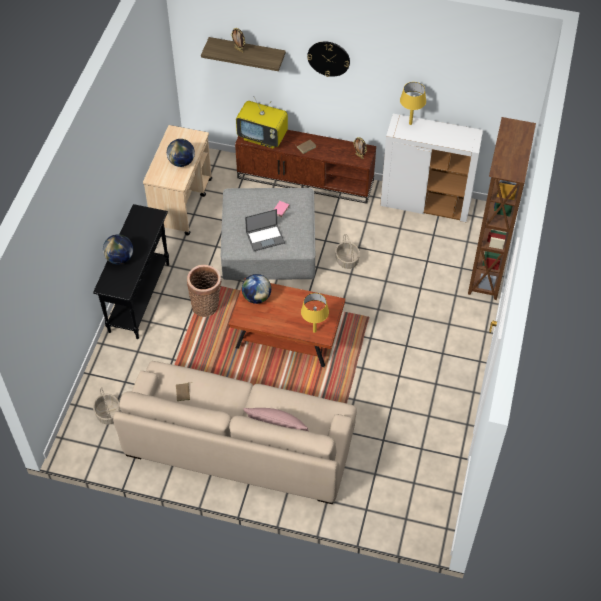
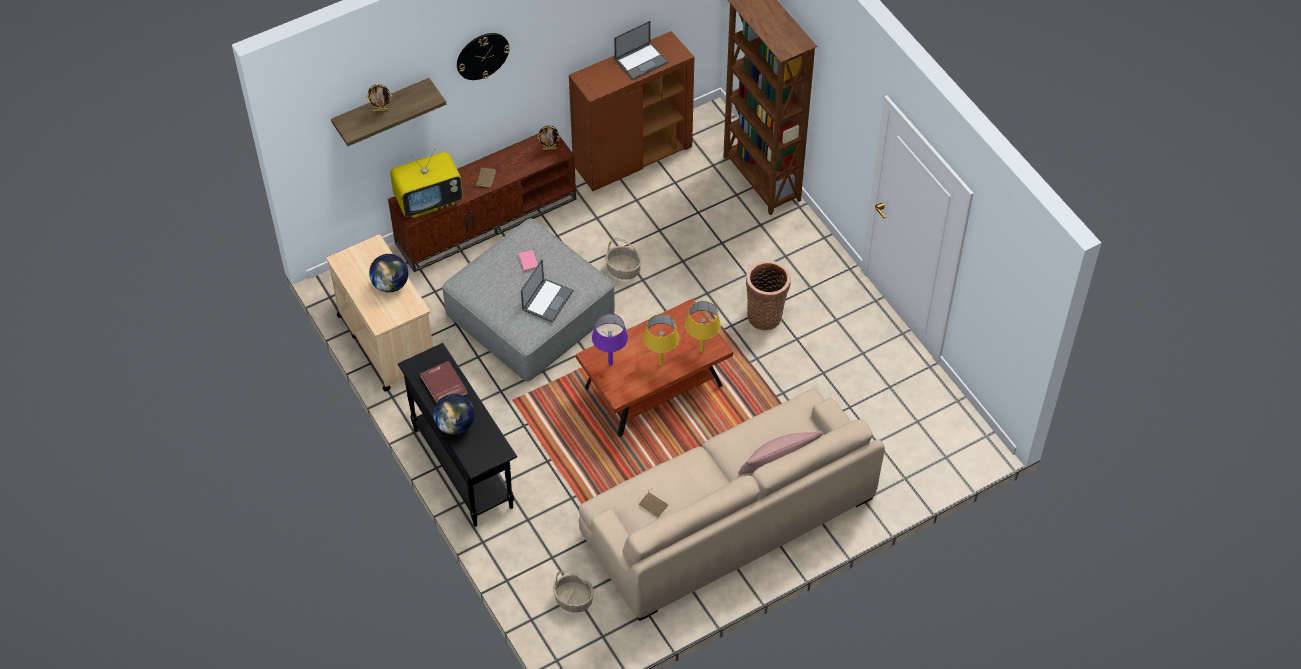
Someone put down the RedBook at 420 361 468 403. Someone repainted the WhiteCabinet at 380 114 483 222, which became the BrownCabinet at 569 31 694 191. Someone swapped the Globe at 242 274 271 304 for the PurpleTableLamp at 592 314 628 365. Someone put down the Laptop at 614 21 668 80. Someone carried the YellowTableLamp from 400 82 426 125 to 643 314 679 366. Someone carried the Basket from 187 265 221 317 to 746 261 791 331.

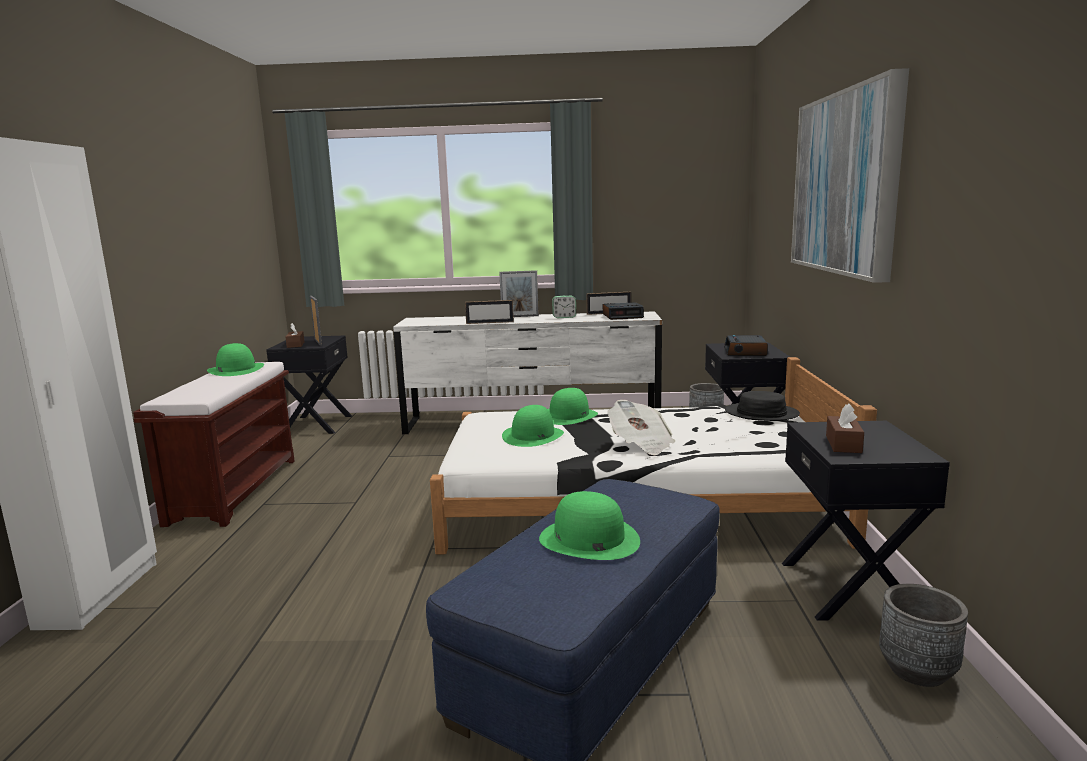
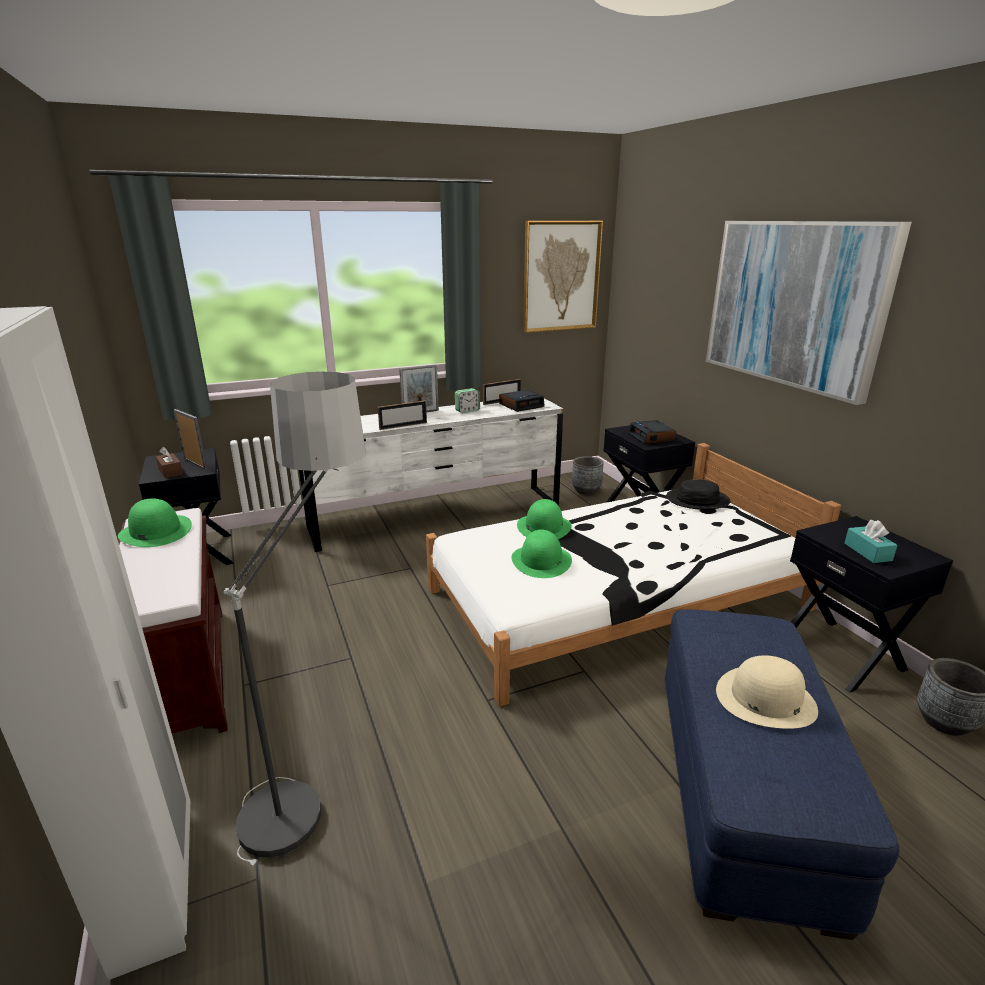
Someone put down the FloorLamp at 223 372 366 867. Someone put up the Picture at 523 221 603 333. Someone repainted the GreenHat at 539 491 640 560, which became the BeigeHat at 716 655 818 729. Someone repainted the BrownTissueBox at 826 404 864 453, which became the TurquoiseTissueBox at 844 520 898 563. Someone took away the Newspaper at 607 400 675 455.

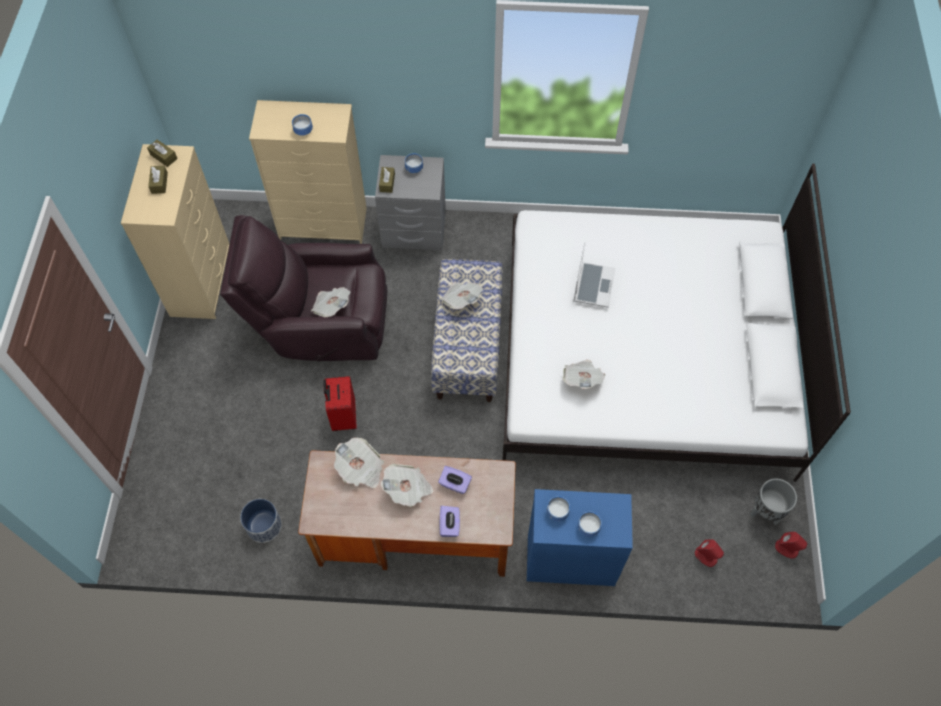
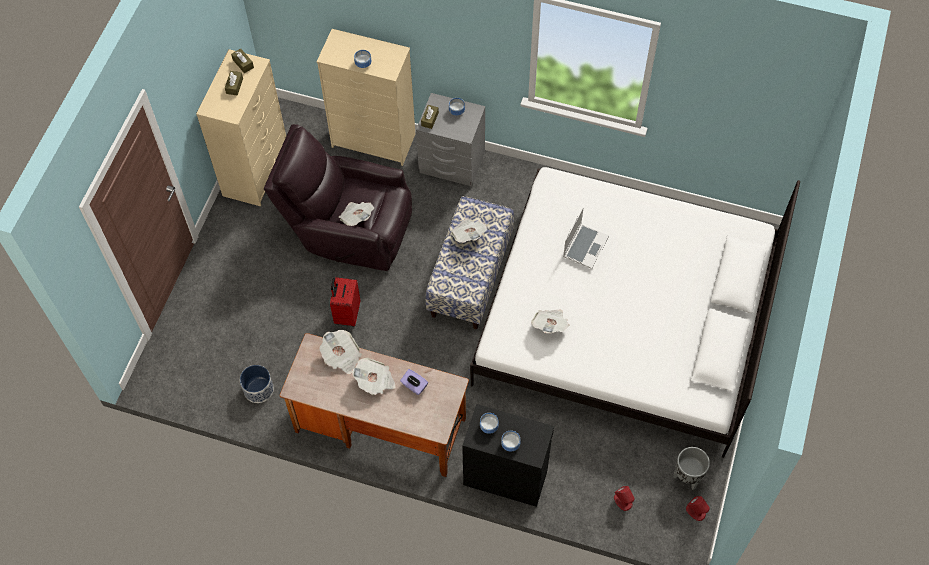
Someone repainted the BlueCabinet at 527 489 633 586, which became the BlackCabinet at 462 404 554 507. Someone took away the PurpleTissueBox at 440 506 460 537.

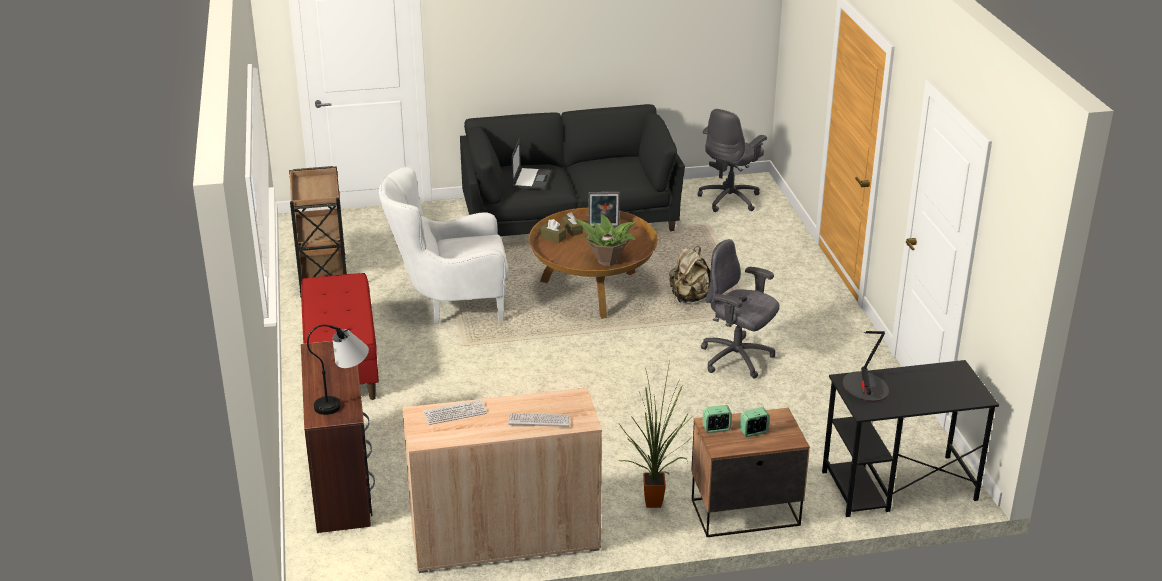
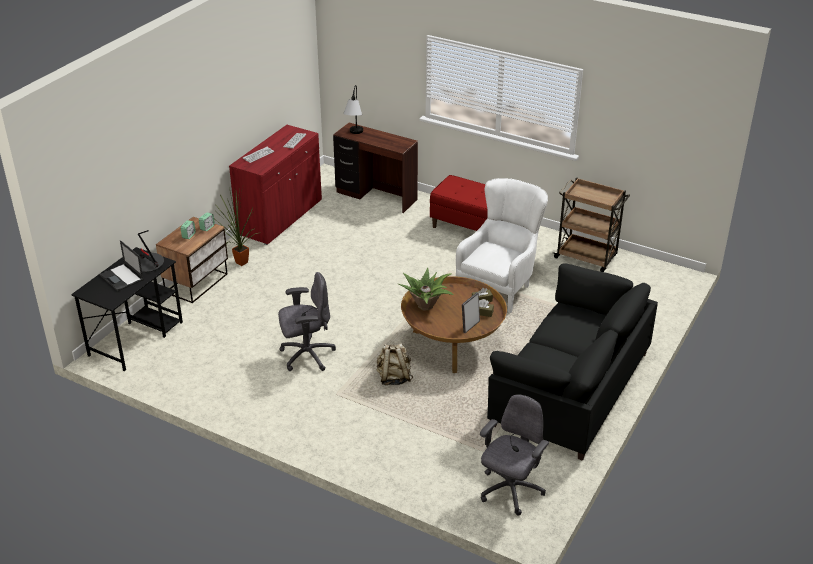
Someone carried the Laptop from 511 139 552 190 to 99 240 144 291. Someone repainted the BeigeCabinet at 402 387 602 573, which became the RedCabinet at 229 125 322 245. Someone rotated the GreyOfficeChair at 697 109 767 212 by 45 degrees clockwise.

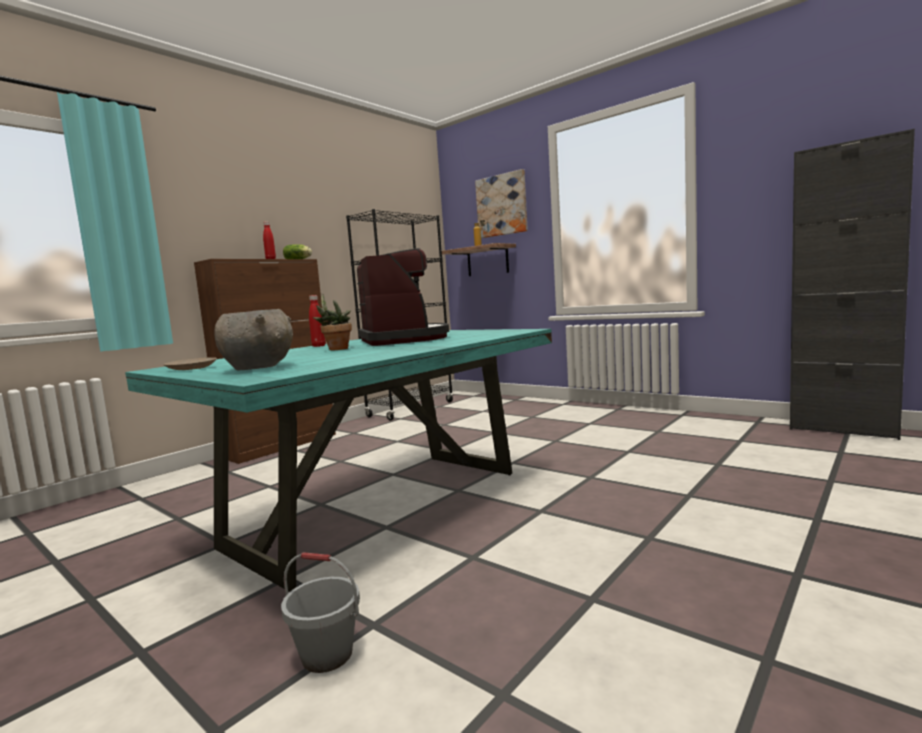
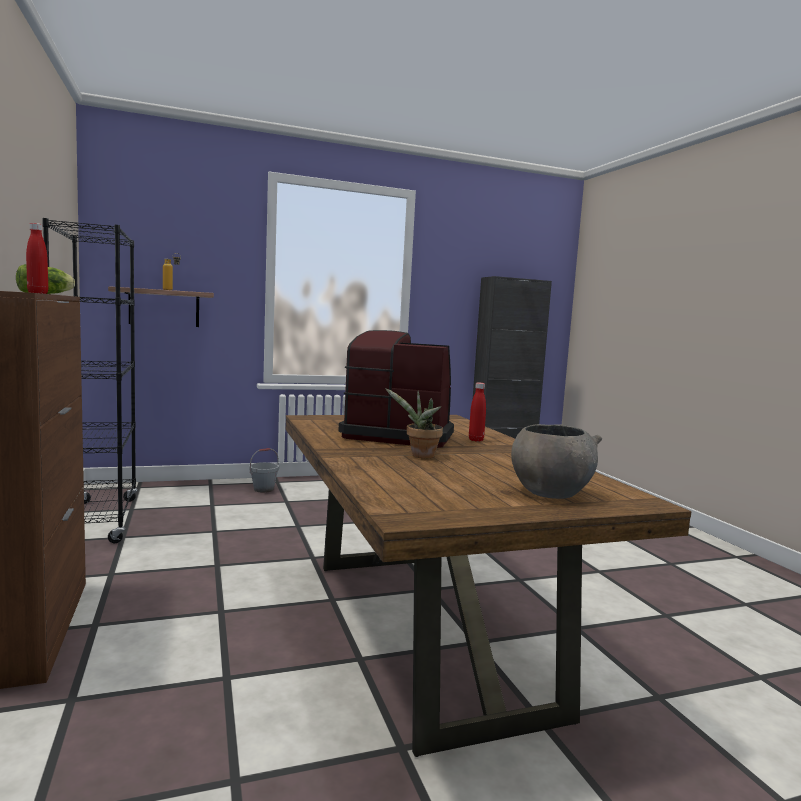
Someone carried the GreyBucket from 281 552 360 673 to 249 448 279 493. Someone repainted the TurquoiseDiningTable at 125 329 552 592, which became the BrownDiningTable at 286 415 692 757. Someone carried the RedBottle from 309 295 325 347 to 469 383 486 441. Someone took away the BeigePlate at 163 357 217 370. Someone took away the Picture at 475 169 528 238.

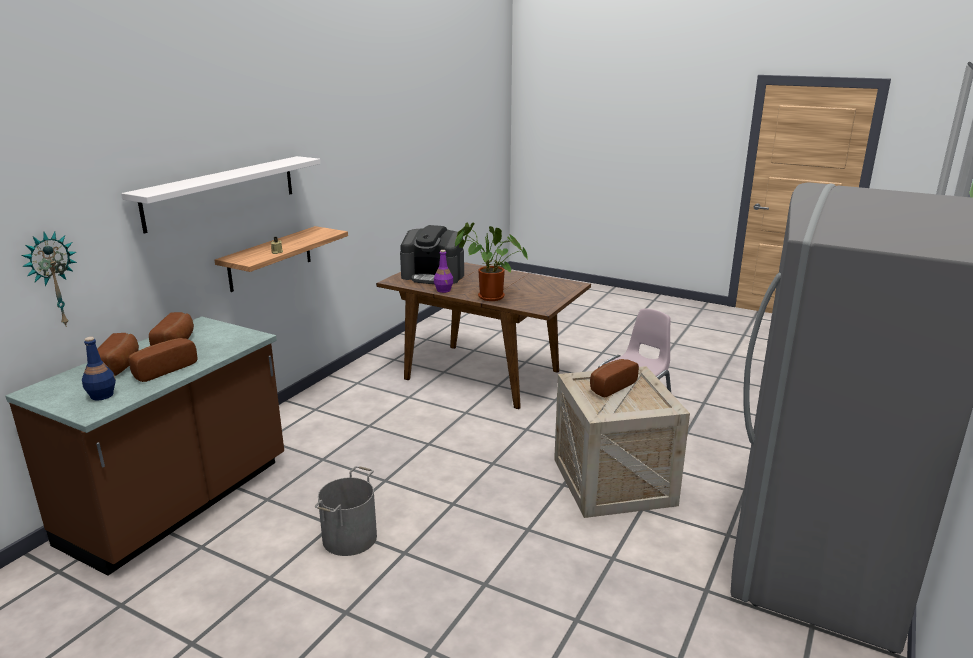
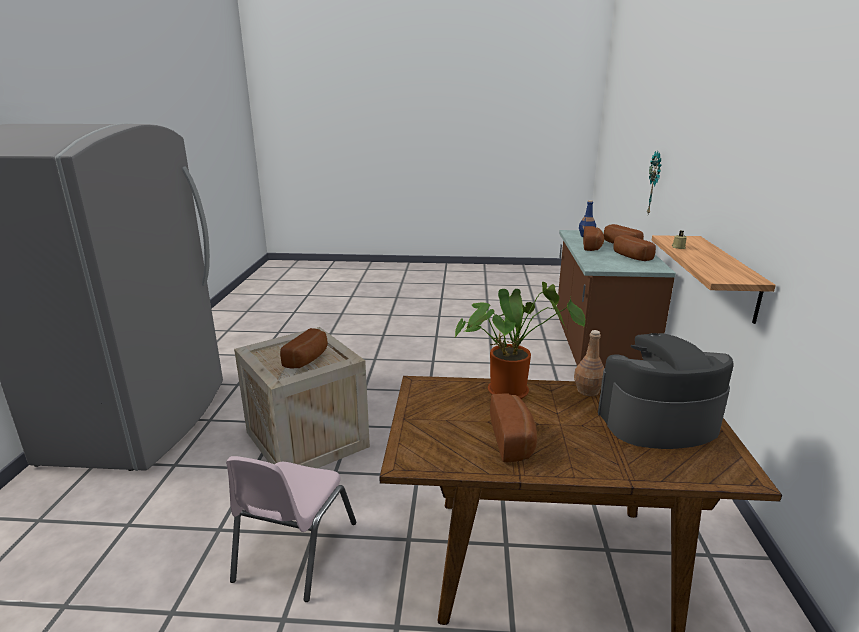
Someone put down the Bread at 490 393 537 462. Someone repainted the PurpleBottle at 434 250 453 293, which became the BrownBottle at 574 330 604 396. Someone took away the WhiteShelf at 121 156 321 233. Someone took away the GreyBucket at 315 466 377 556.

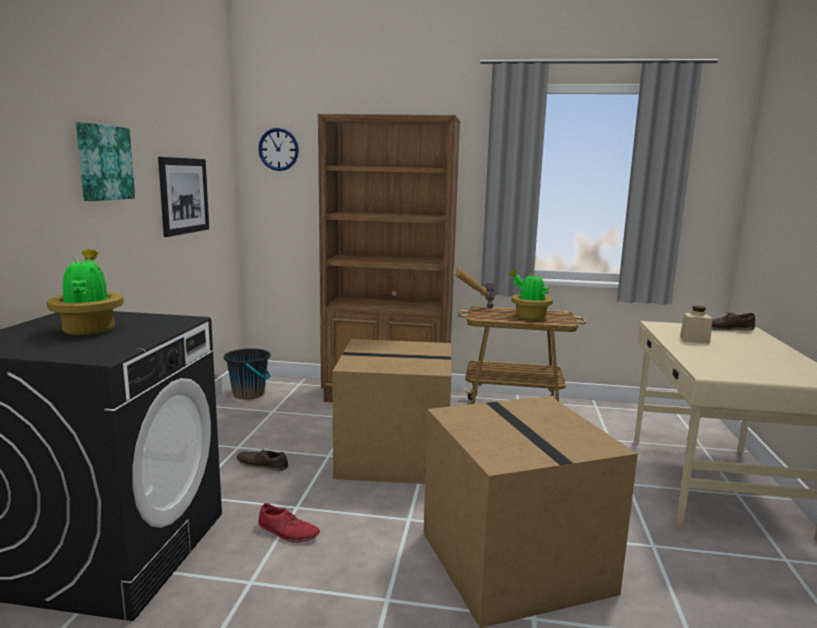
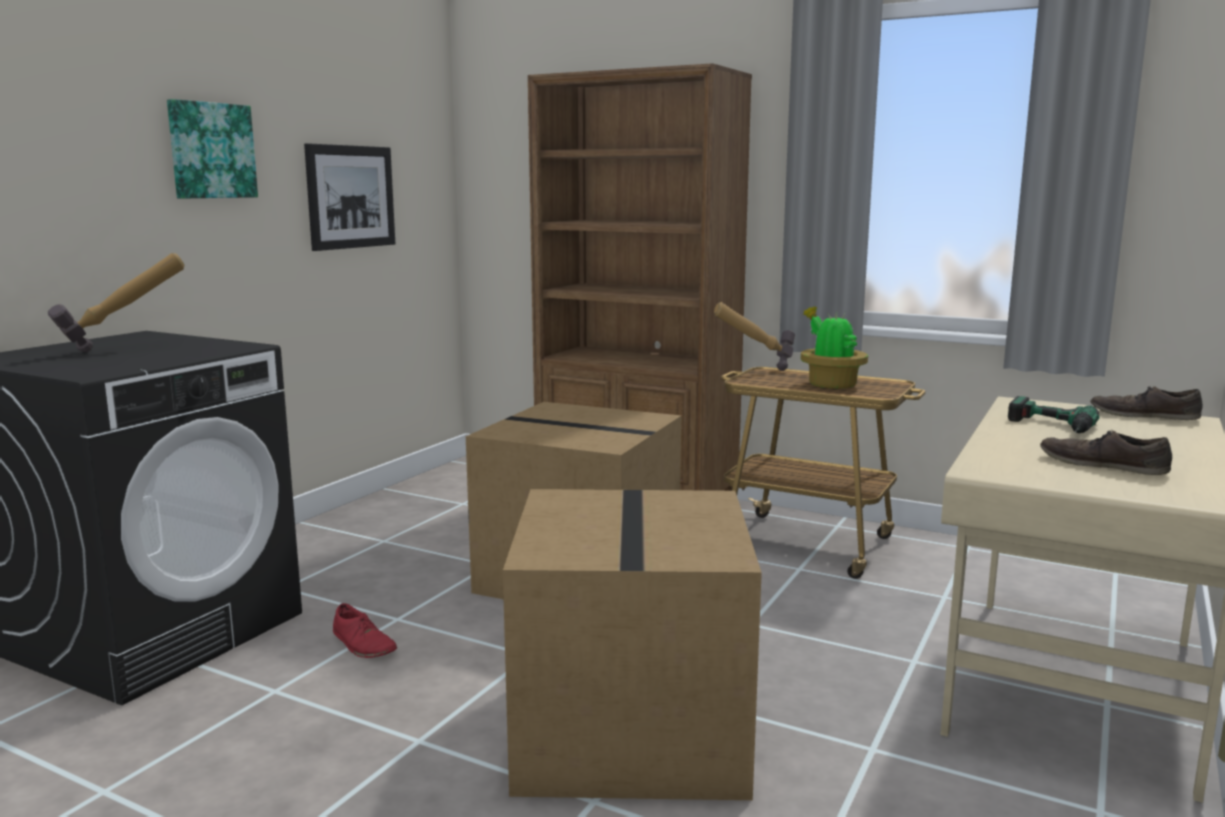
Someone swapped the PottedPlant at 47 249 124 335 for the Hammer at 48 253 184 352. Someone swapped the BeigeJar at 680 306 712 344 for the PowerDrill at 1008 396 1099 433. Someone carried the BrownShoe from 237 448 288 471 to 1040 430 1172 475. Someone took away the BlackBucket at 224 348 270 400. Someone took away the WallClock at 258 128 299 171.

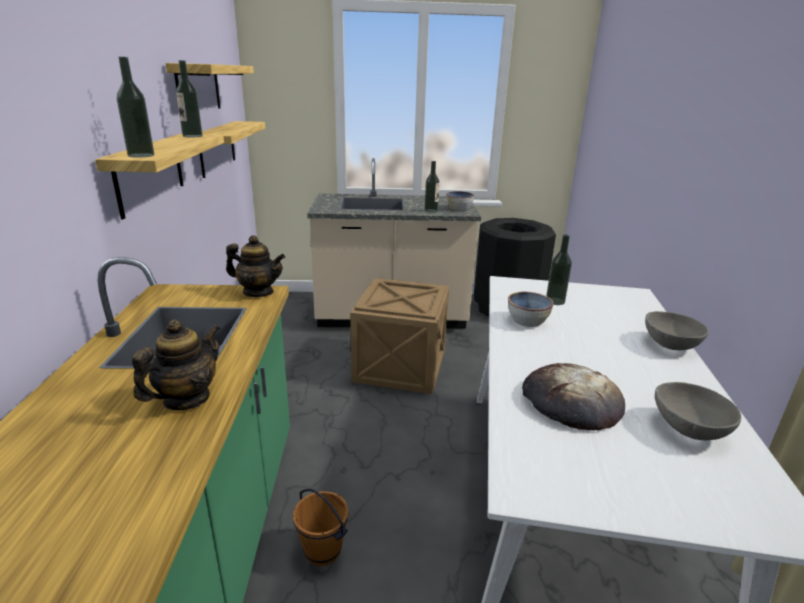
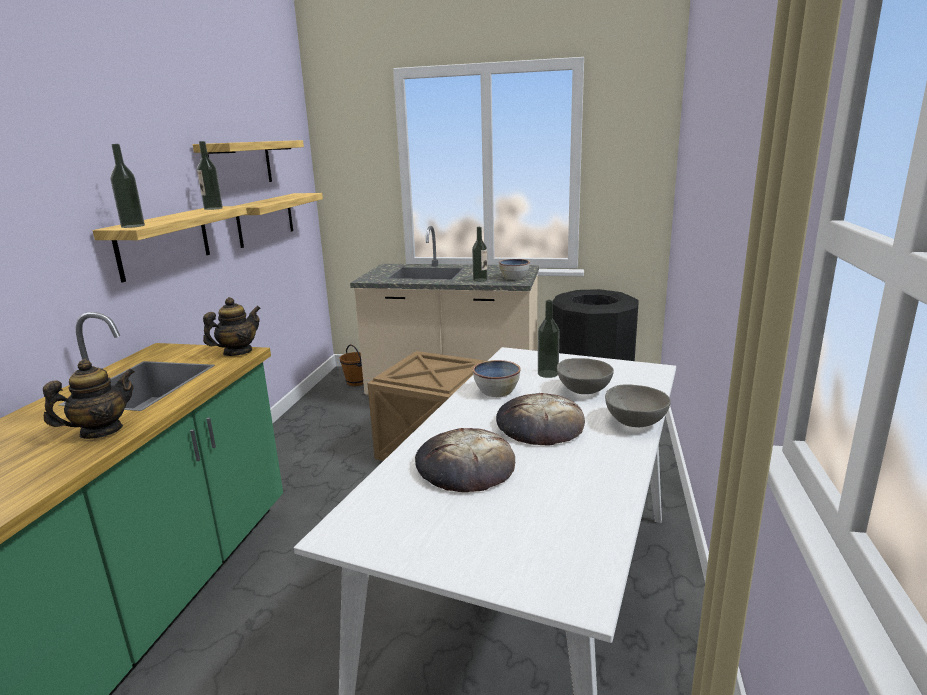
Someone rotated the Teapot at 226 235 285 297 by 75 degrees counterclockwise. Someone carried the BrownBucket from 293 489 349 566 to 340 344 364 386. Someone put down the Bread at 496 393 585 446. Someone carried the GreyBowl from 655 382 741 440 to 557 358 614 394.

